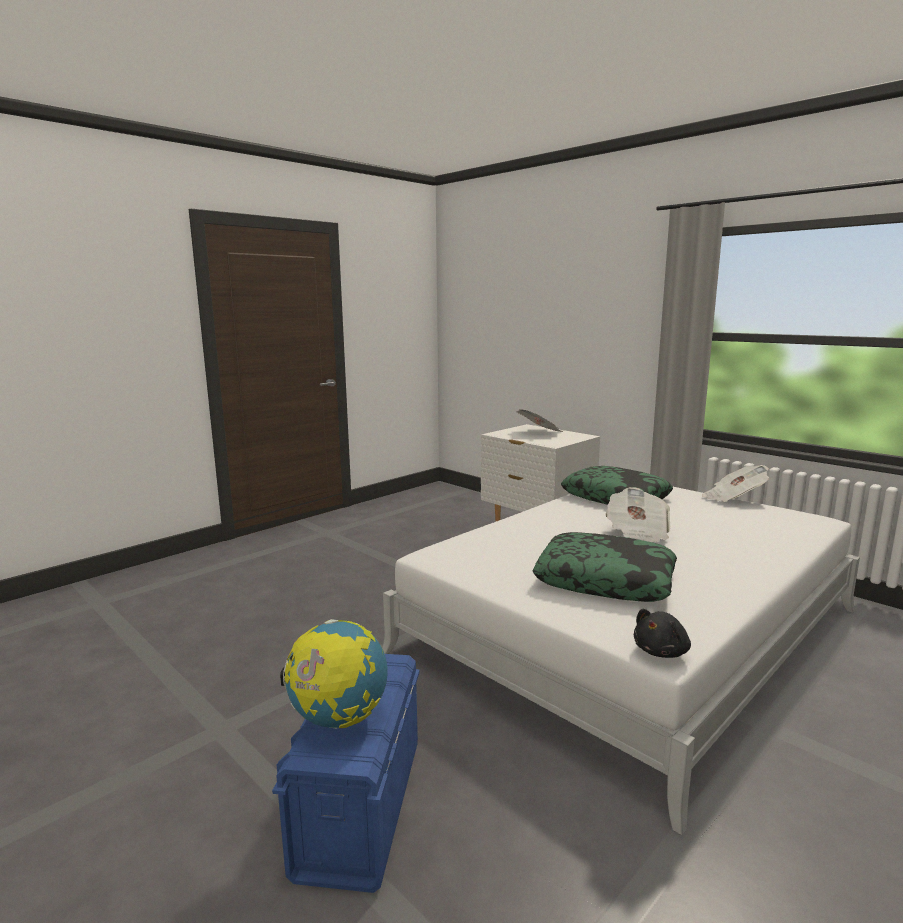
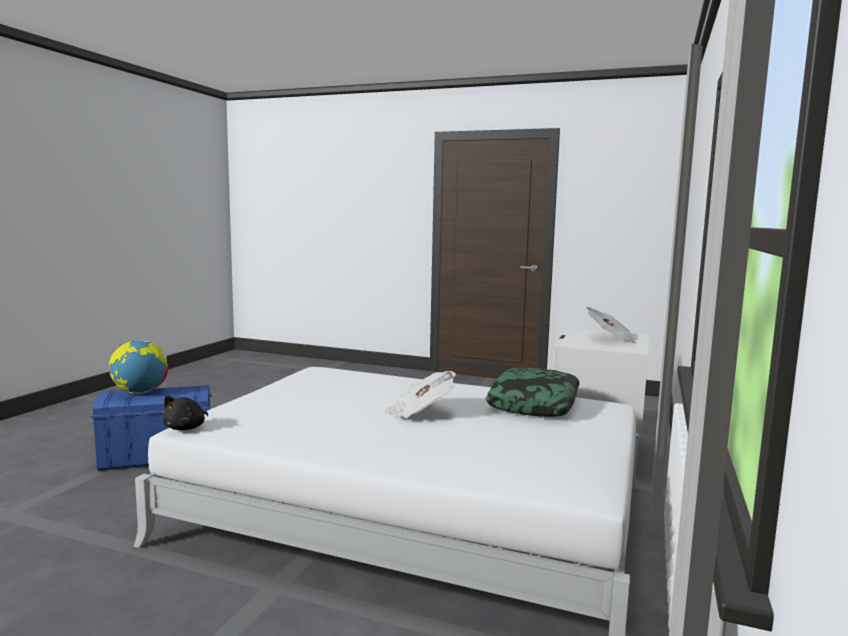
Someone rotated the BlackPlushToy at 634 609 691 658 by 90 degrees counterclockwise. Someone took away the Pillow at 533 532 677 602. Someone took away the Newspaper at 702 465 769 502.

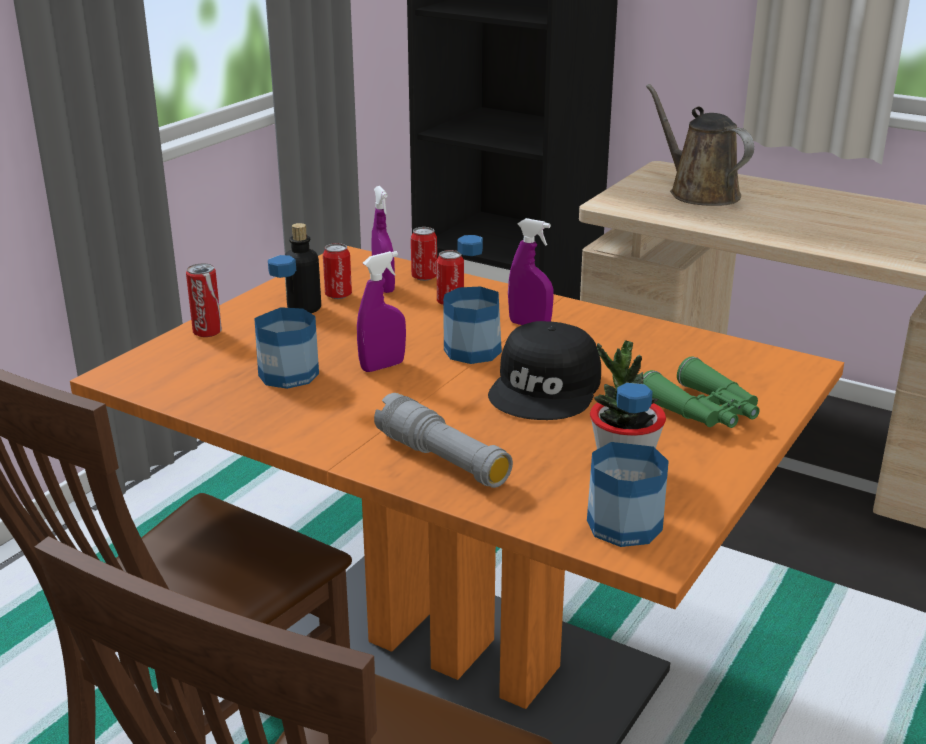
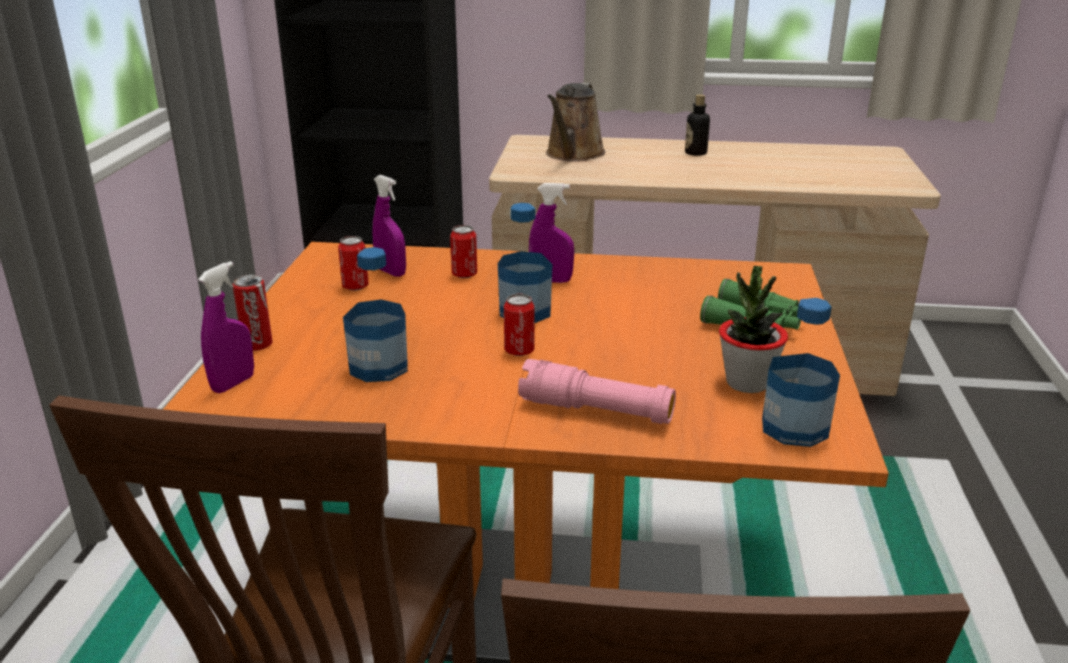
Someone carried the PurpleSprayBottle from 357 251 406 372 to 198 261 254 393. Someone carried the Can from 411 227 437 281 to 504 294 535 356. Someone repainted the GreyFlashlight at 374 393 513 488, which became the PinkFlashlight at 518 359 676 424. Someone rotated the BrownWateringCan at 646 84 754 206 by 105 degrees counterclockwise. Someone carried the Bottle from 285 223 321 313 to 685 95 710 156. Someone took away the BlackCap at 488 321 601 420.

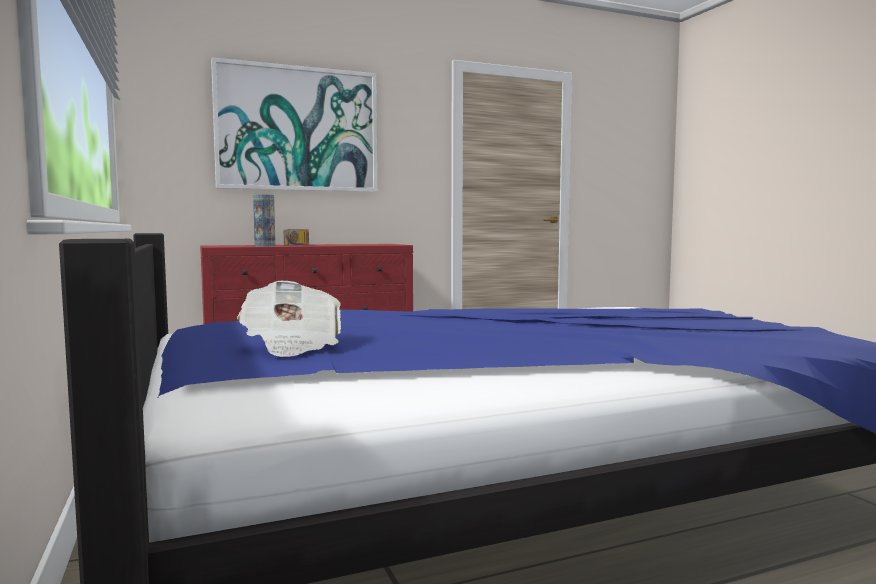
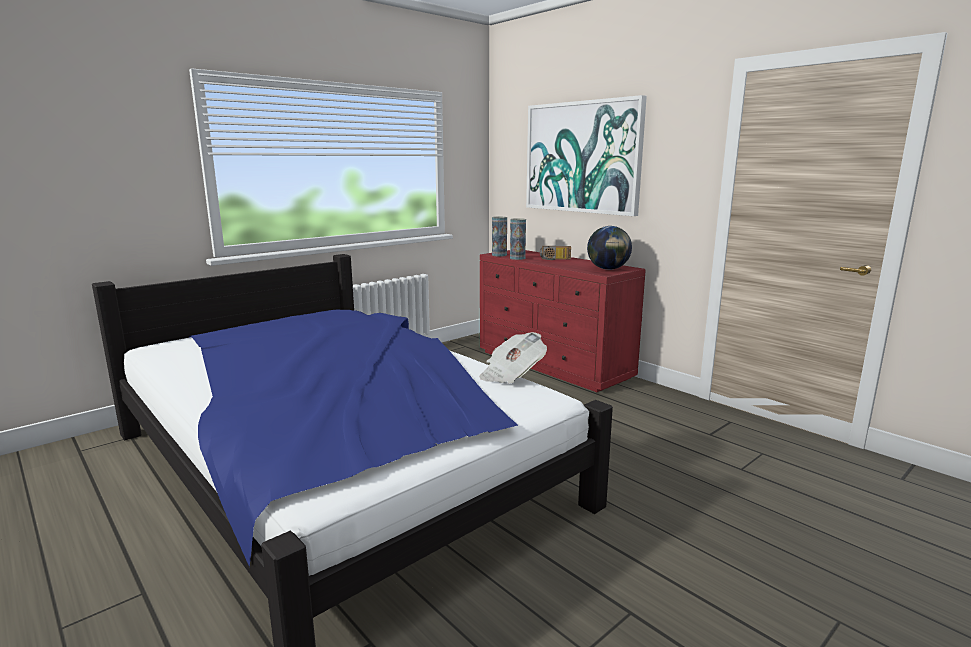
Someone carried the Newspaper from 237 281 341 357 to 479 332 547 383. Someone put down the Vase at 492 217 507 256. Someone put down the Globe at 587 226 632 270.

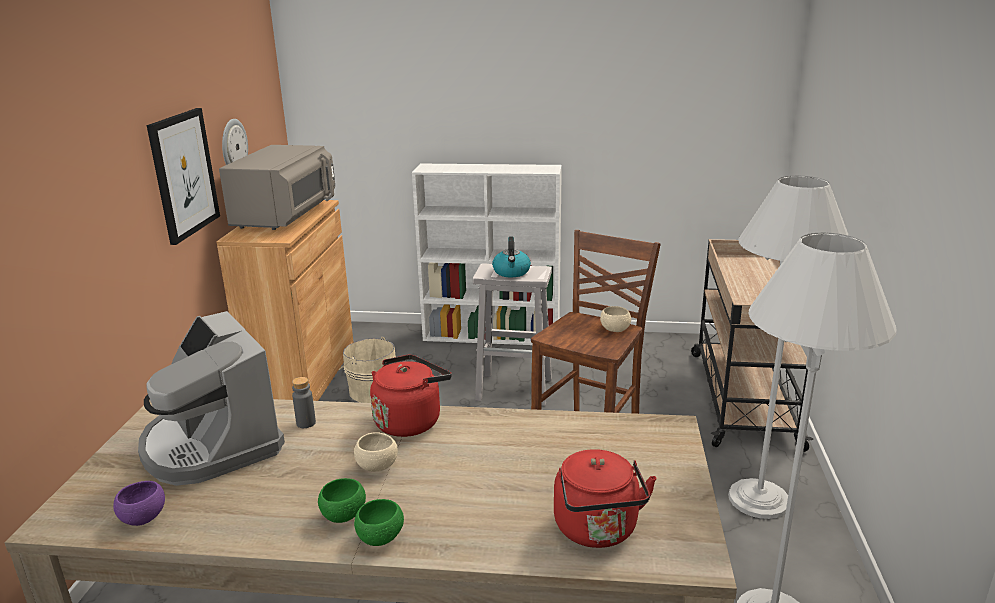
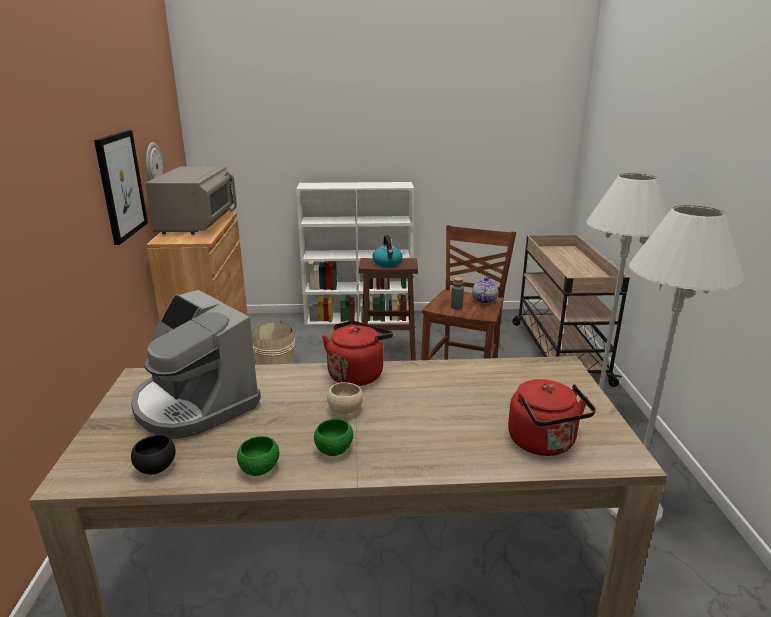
Someone repainted the PurpleBowl at 113 481 165 526, which became the BlackBowl at 131 435 176 475. Someone carried the GreenBowl from 354 499 404 546 to 237 436 279 476. Someone repainted the WhiteStool at 473 263 552 406, which became the BrownStool at 359 258 418 361. Someone carried the GreyBottle from 292 377 316 428 to 451 277 464 309. Someone swapped the BeigeBowl at 600 306 631 332 for the Teapot at 472 276 498 304.

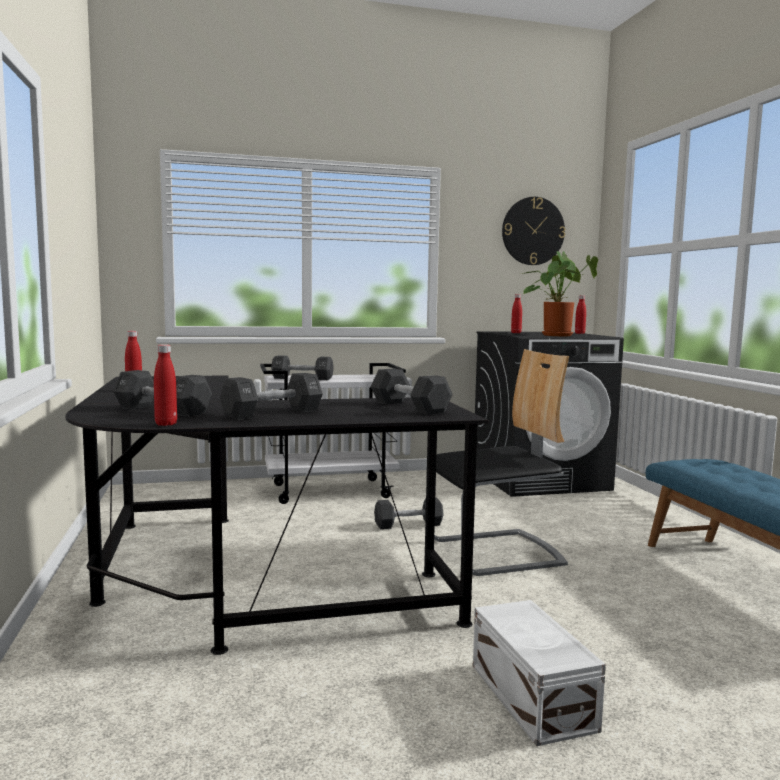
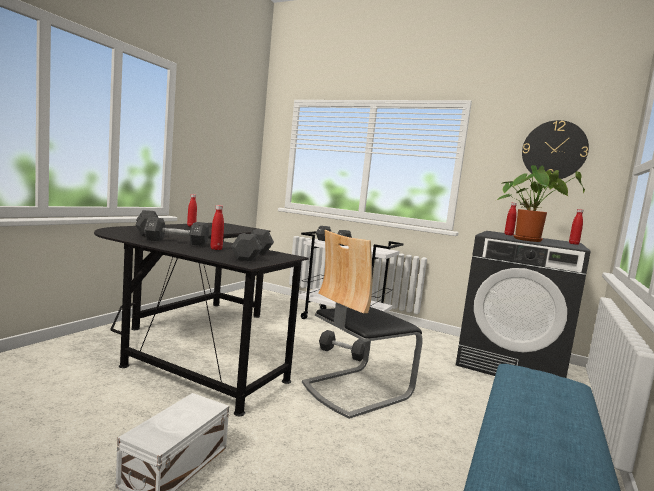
Someone carried the RedBottle from 154 344 177 426 to 211 205 224 250. Someone rotated the Chair at 426 349 569 576 by 120 degrees clockwise.

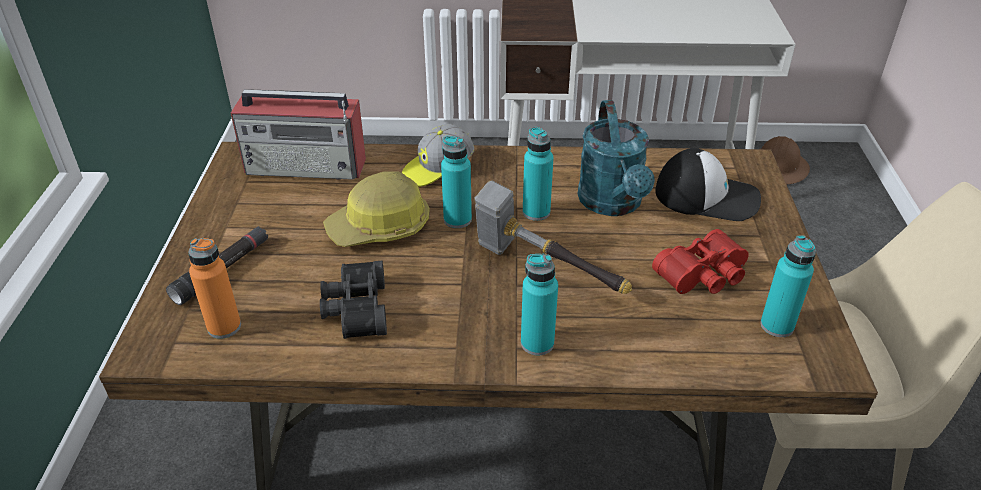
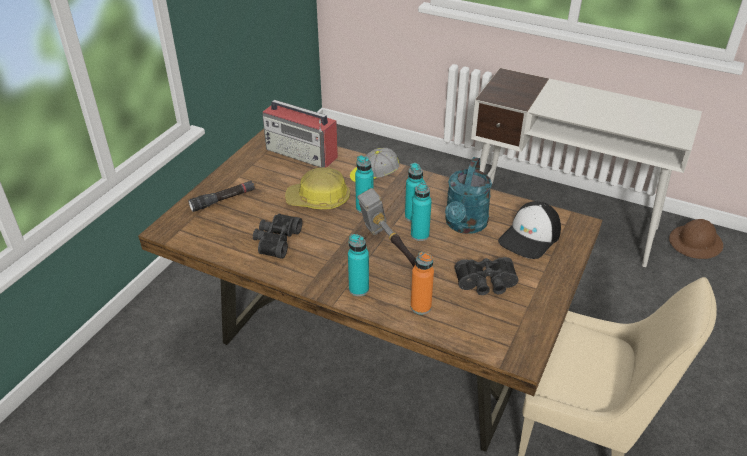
Someone carried the TurquoiseBottle from 760 235 816 337 to 411 182 432 241. Someone carried the OrangeBottle from 188 238 241 339 to 411 252 434 314. Someone repainted the RedBinoculars at 652 229 749 294, which became the BlackBinoculars at 455 257 518 295. Someone rotated the Cap at 656 148 761 221 by 90 degrees clockwise.

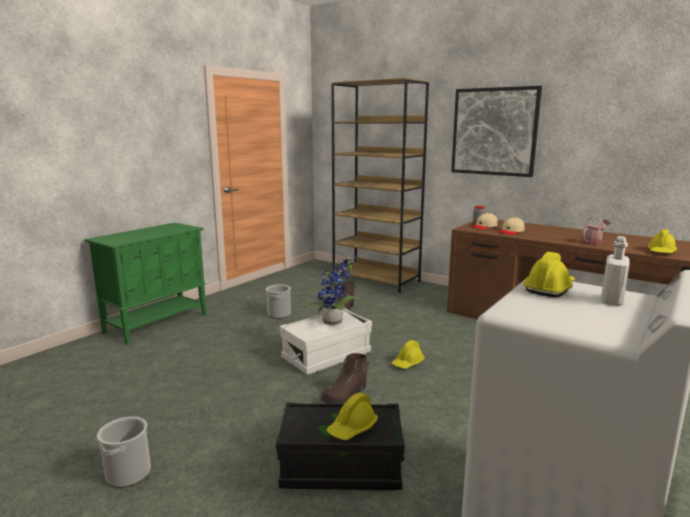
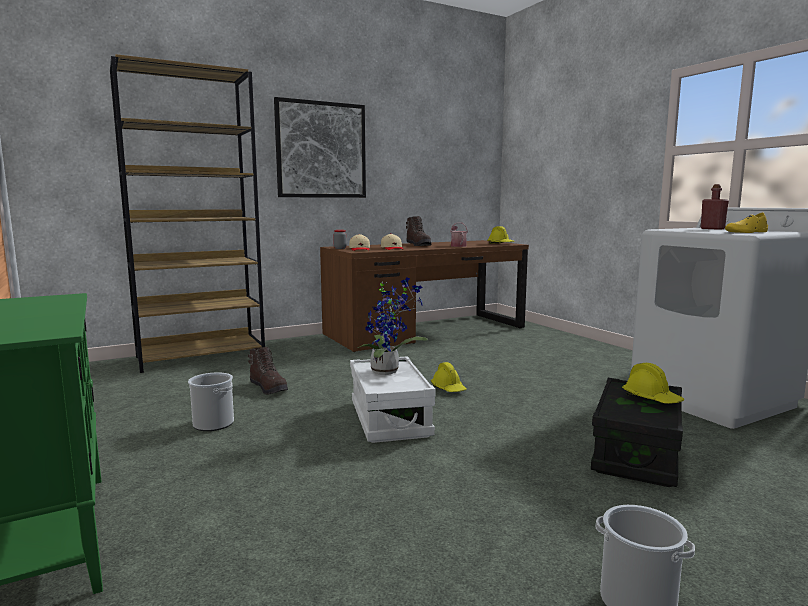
Someone carried the BrownBoot from 320 353 369 404 to 406 216 432 246. Someone repainted the WhiteBottle at 601 236 629 306, which became the RedBottle at 701 184 729 230. Someone put down the YellowShoe at 725 212 768 233. Someone took away the YellowHardHat at 523 252 575 297.

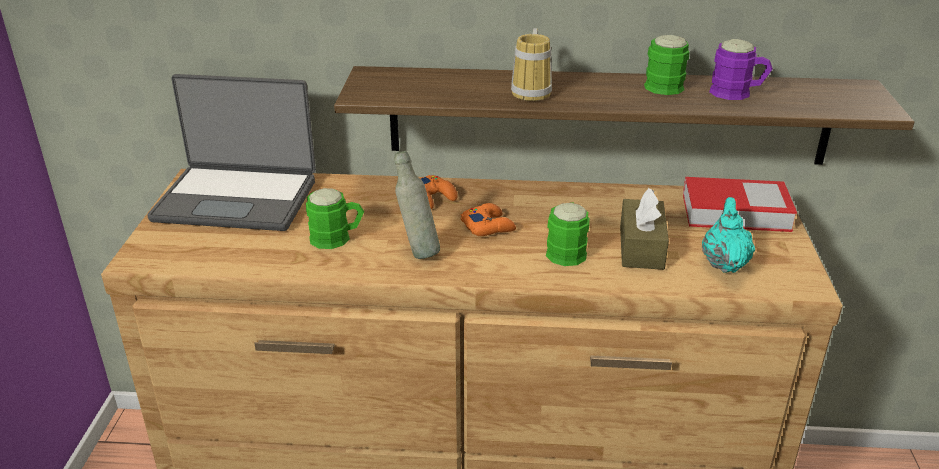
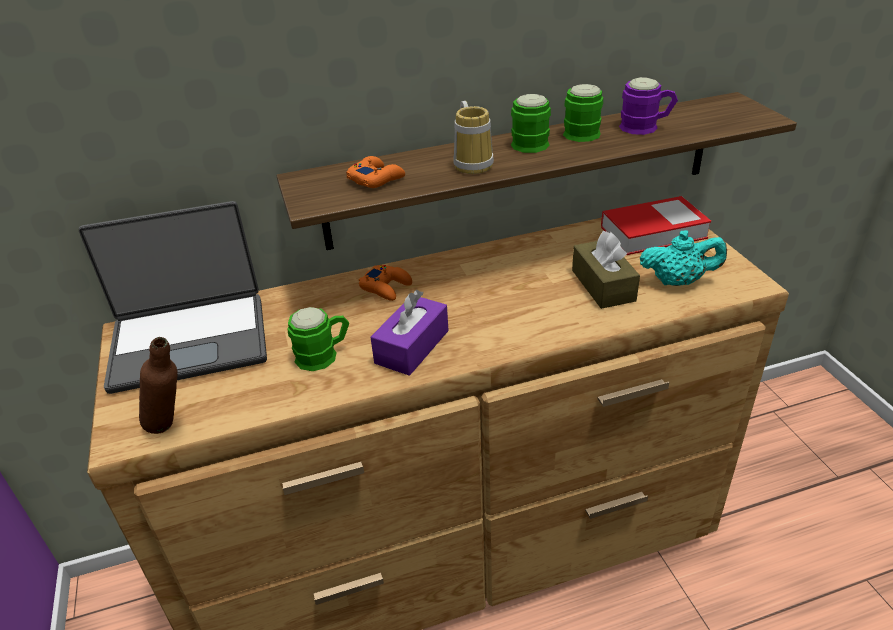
Someone put down the BrownBottle at 139 337 177 434. Someone carried the OrangeGameController from 460 203 516 236 to 346 156 405 188. Someone swapped the GreyBottle at 394 151 440 259 for the PurpleTissueBox at 370 290 449 376. Someone carried the GreenMug from 546 202 590 266 to 511 94 551 153. Someone rotated the TurquoiseTeapot at 702 197 755 273 by 105 degrees clockwise.

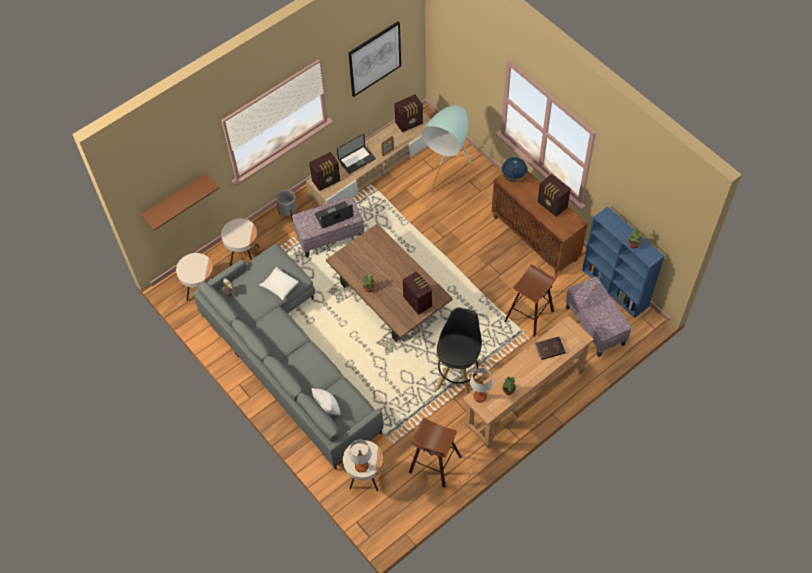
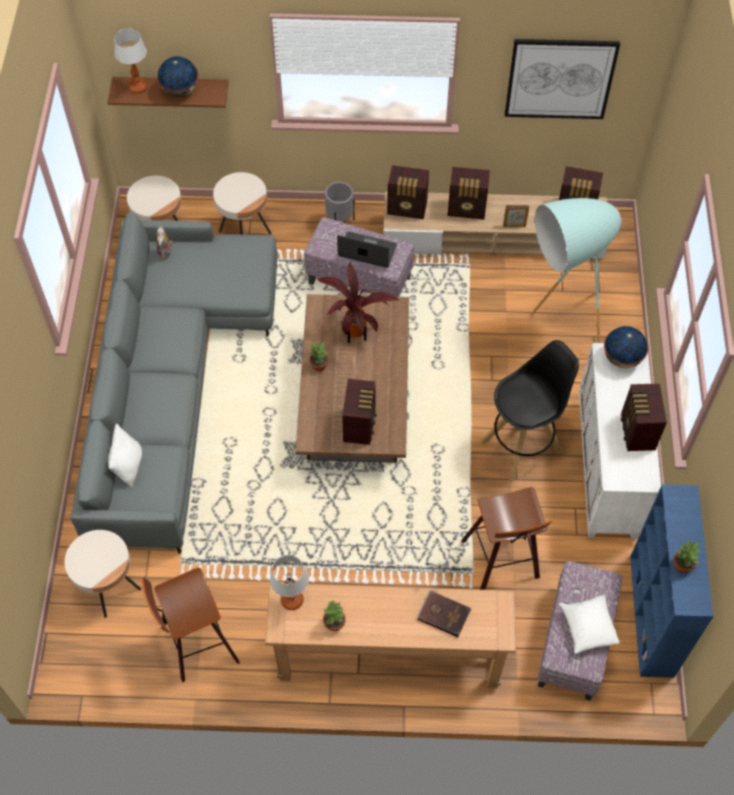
Someone carried the TableLamp from 349 439 372 473 to 114 28 147 93. Someone put down the Globe at 157 56 199 97. Someone put down the PottedPlant at 317 262 400 343. Someone swapped the Laptop at 337 134 376 174 for the Radio at 448 167 490 219. Someone carried the BlackStool from 435 308 482 394 to 481 340 579 482. Someone carried the WhitePillow from 259 267 298 300 to 559 594 620 654. Someone repainted the BrownCabinet at 492 171 587 275, which became the WhiteCabinet at 579 343 661 539.

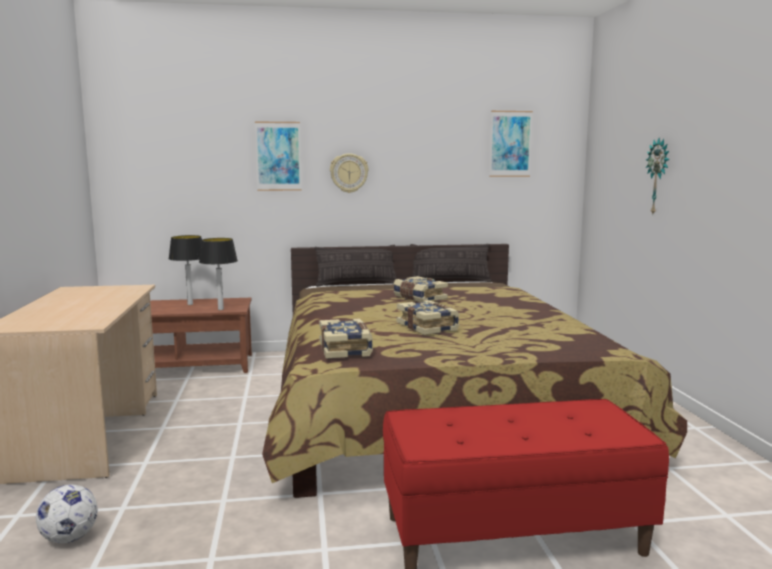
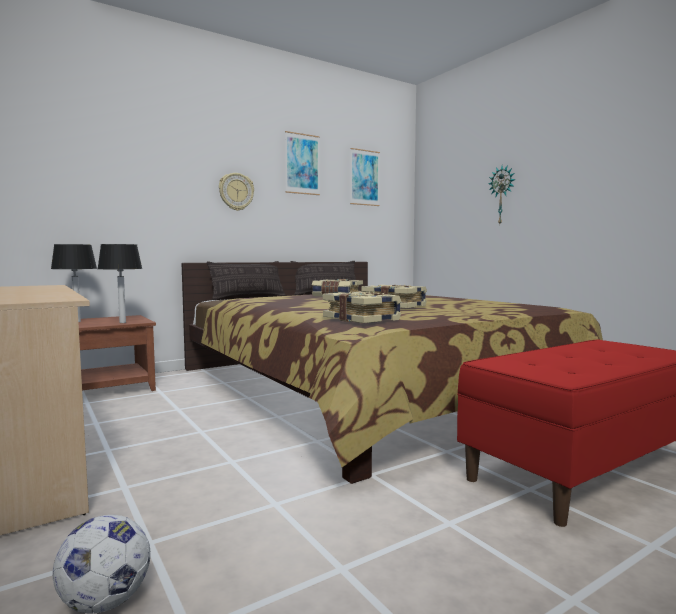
Someone carried the Picture from 255 122 302 191 to 285 131 320 195.

